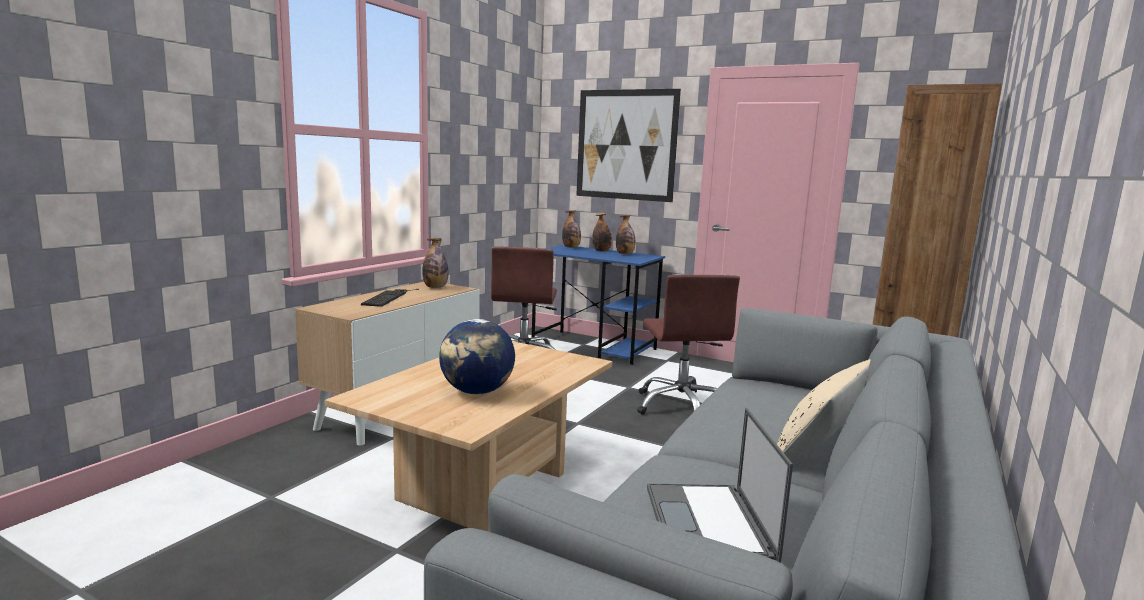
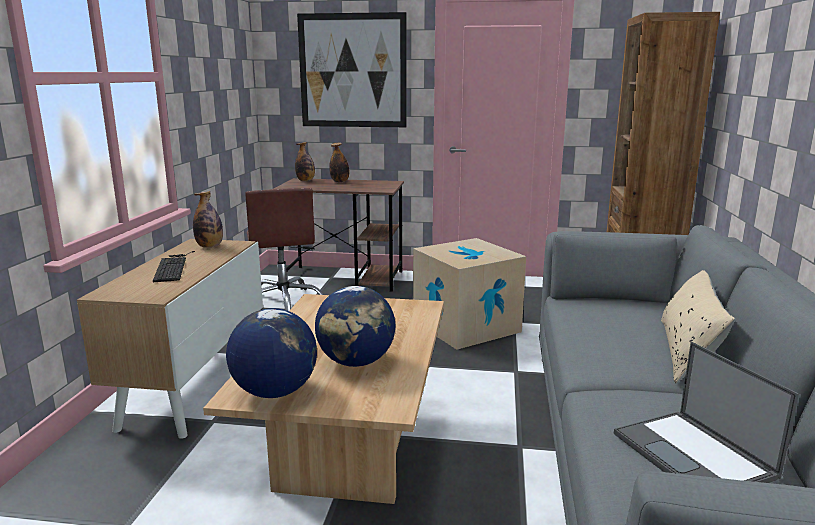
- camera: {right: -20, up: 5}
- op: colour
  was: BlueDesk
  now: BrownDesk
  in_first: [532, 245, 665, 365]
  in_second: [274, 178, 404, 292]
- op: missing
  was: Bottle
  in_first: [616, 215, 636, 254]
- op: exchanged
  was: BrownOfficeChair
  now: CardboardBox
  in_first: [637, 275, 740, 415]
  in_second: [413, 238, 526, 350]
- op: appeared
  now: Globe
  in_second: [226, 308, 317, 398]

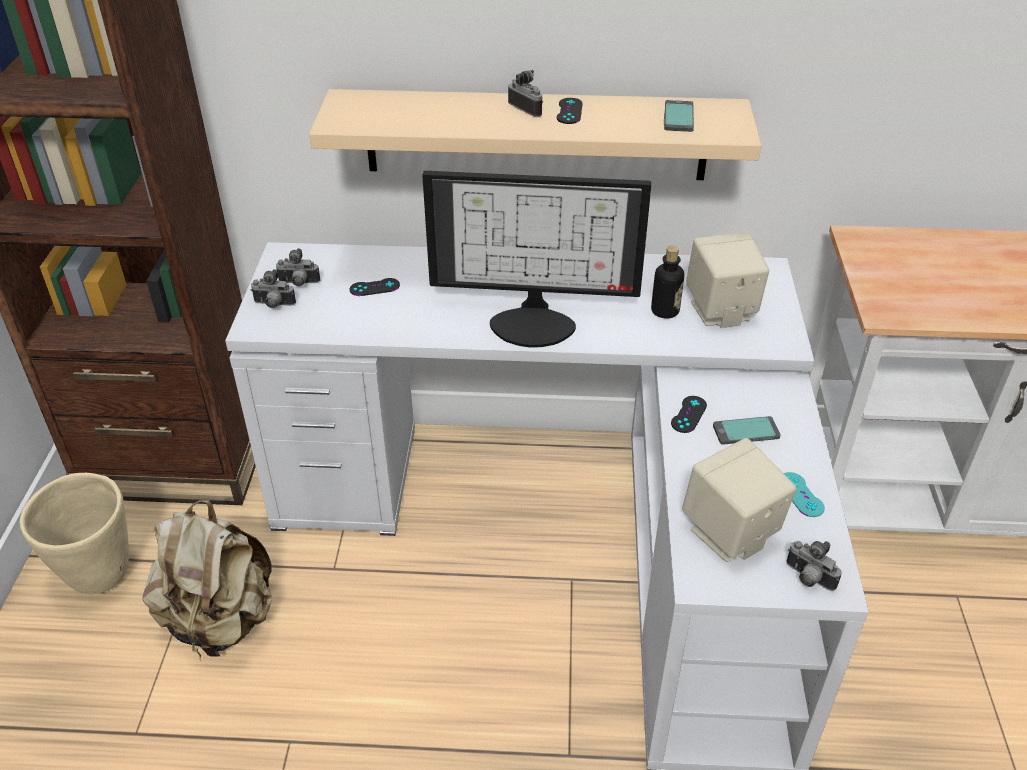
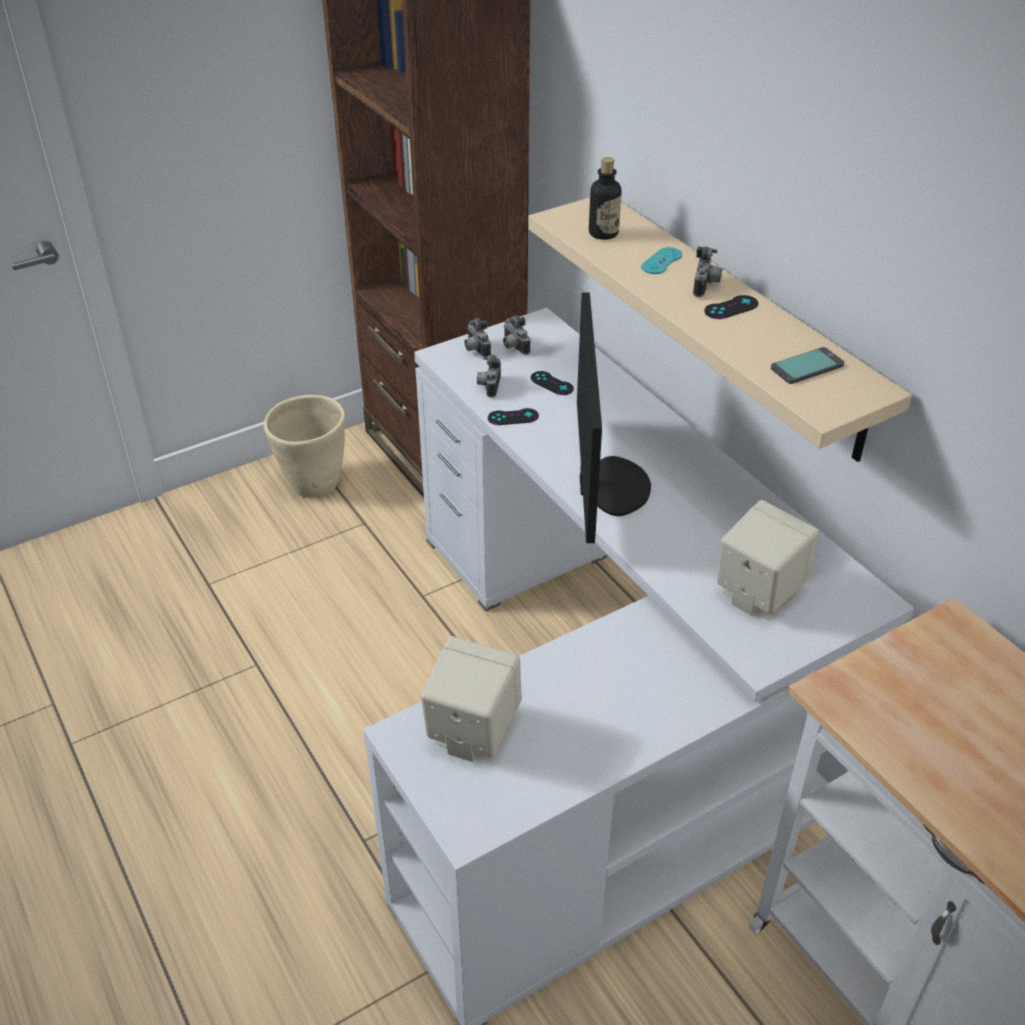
- camera: {right: 55, up: 0}
- op: missing
  was: BeigeBackpack
  in_first: [142, 500, 272, 659]
- op: spun
  was: Monitor
  in_first: [422, 171, 651, 348]
  in_second: [577, 292, 651, 543]
  clockwise: -150
- op: relocated
  was: Bottle
  in_first: [651, 246, 684, 318]
  in_second: [589, 157, 621, 240]
- op: relocated
  was: BlackGameController
  in_first: [671, 396, 707, 433]
  in_second: [488, 408, 539, 425]
- op: missing
  was: Phone
  in_first: [713, 416, 781, 445]
- op: relocated
  was: TurquoiseGameController
  in_first: [784, 472, 825, 517]
  in_second: [641, 247, 682, 274]
- op: relocated
  was: PhotoCamera
  in_first: [786, 541, 842, 591]
  in_second: [477, 355, 501, 398]

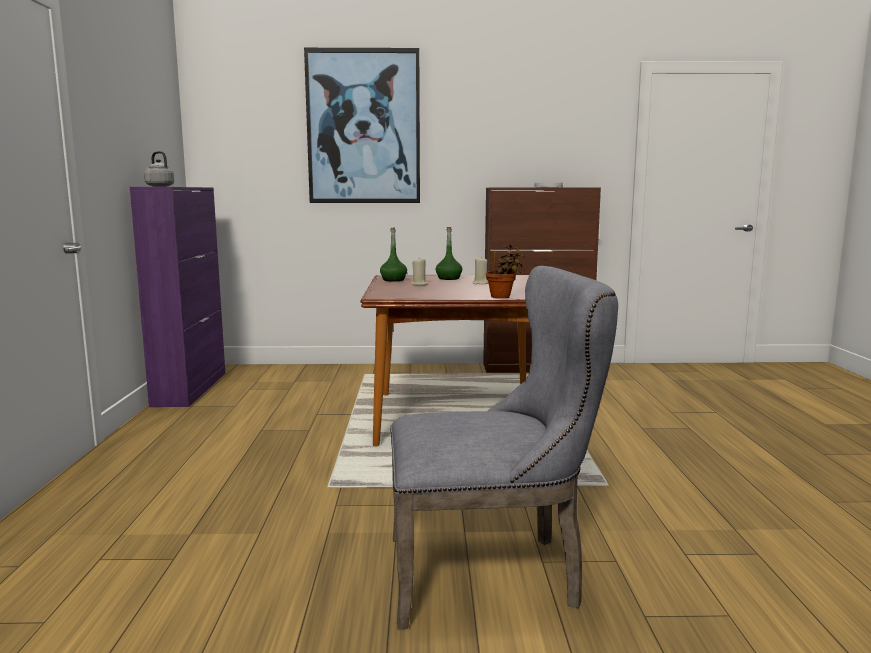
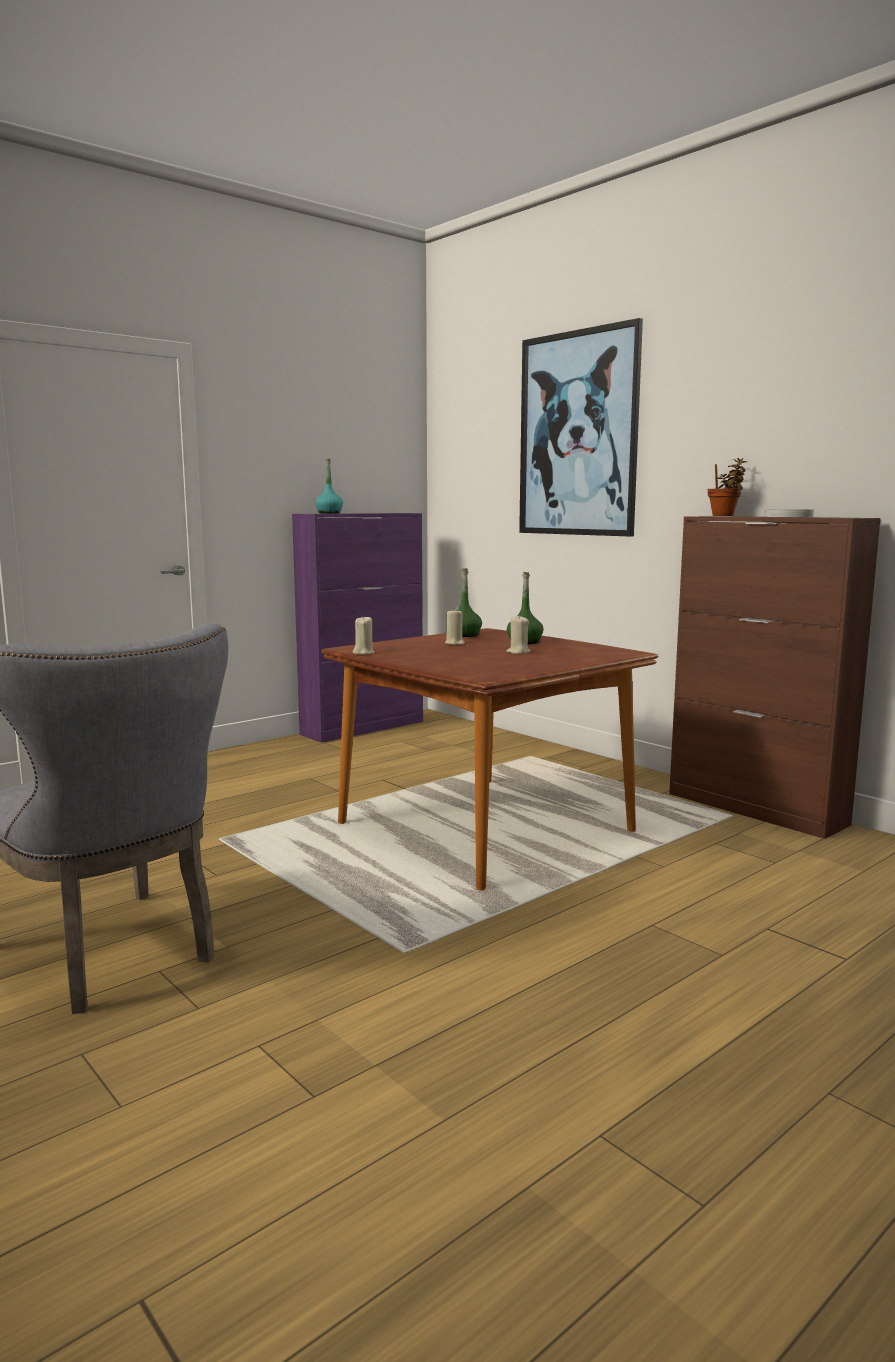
- camera: {right: 50, up: 0}
- op: exchanged
  was: GreyKettle
  now: TurquoiseBottle
  in_first: [144, 151, 174, 187]
  in_second: [315, 459, 343, 513]
- op: relocated
  was: PottedPlant
  in_first: [486, 245, 525, 299]
  in_second: [708, 458, 747, 516]
- op: appeared
  now: BeigeCandle
  in_second: [353, 617, 375, 655]

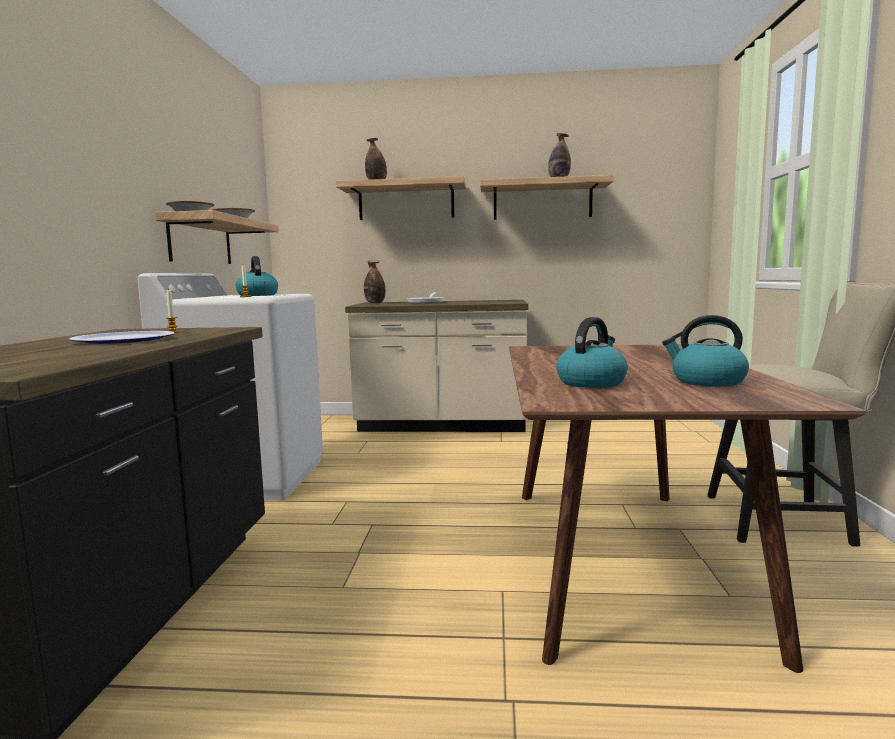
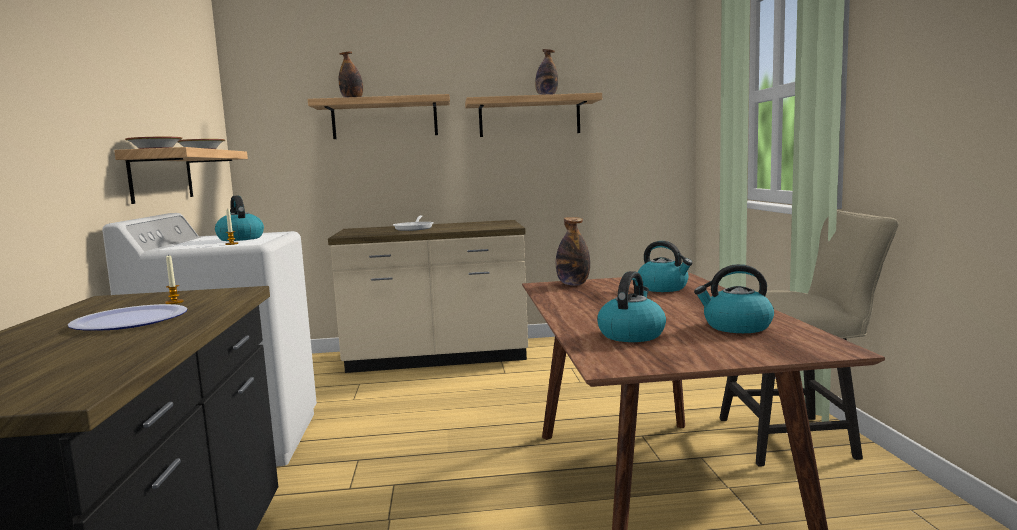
- camera: {right: -10, up: 0}
- op: relocated
  was: Bottle
  in_first: [364, 261, 386, 303]
  in_second: [556, 217, 590, 286]
- op: appeared
  now: Kettle
  in_second: [638, 241, 693, 292]

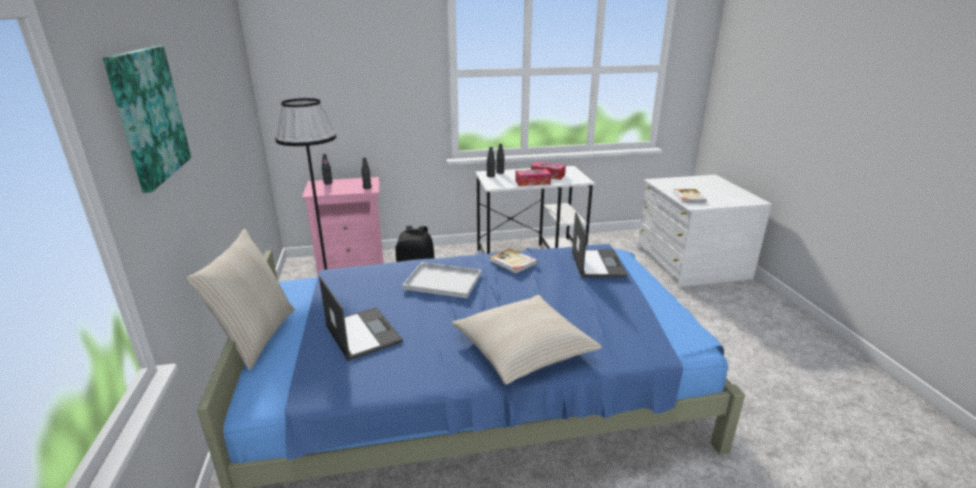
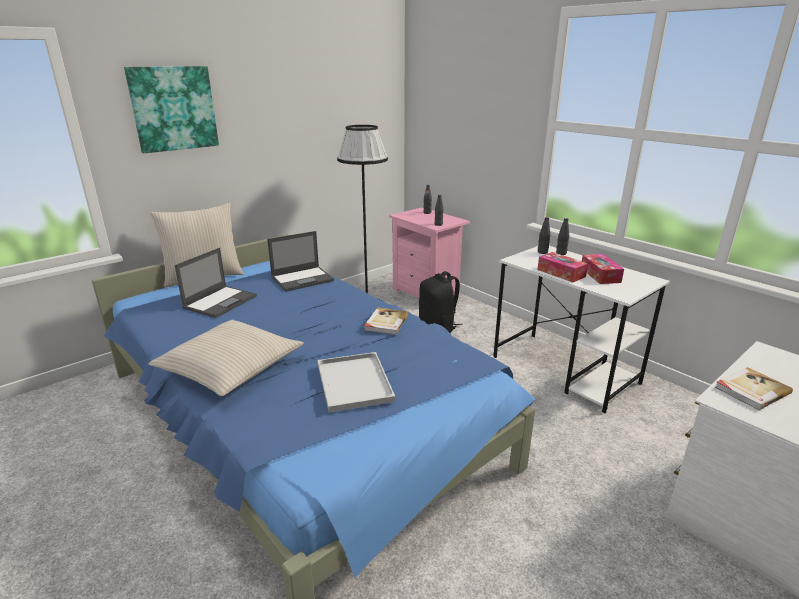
- camera: {right: 60, up: 0}
- op: relocated
  was: WhiteTray
  in_first: [402, 262, 481, 298]
  in_second: [318, 352, 395, 412]
- op: relocated
  was: Laptop
  in_first: [572, 212, 628, 278]
  in_second: [267, 231, 334, 292]

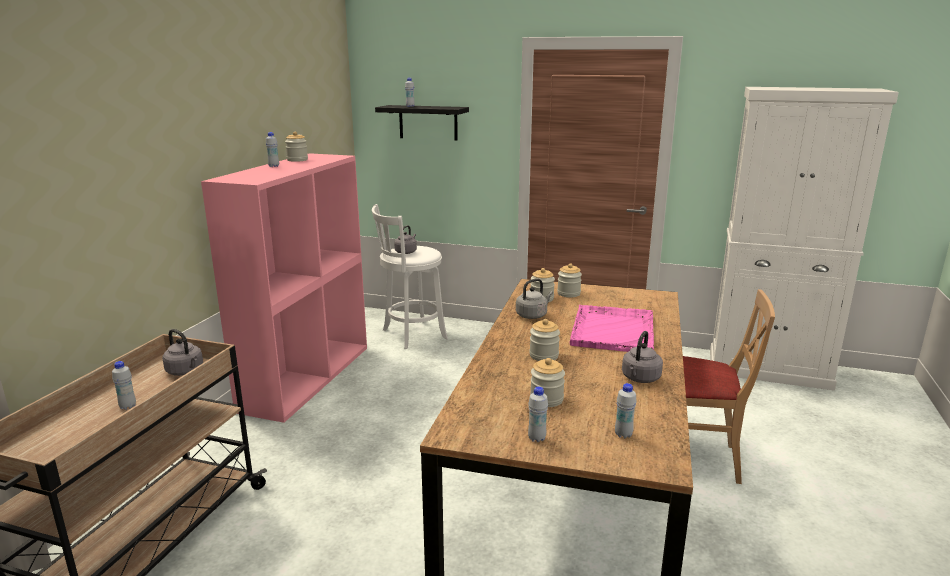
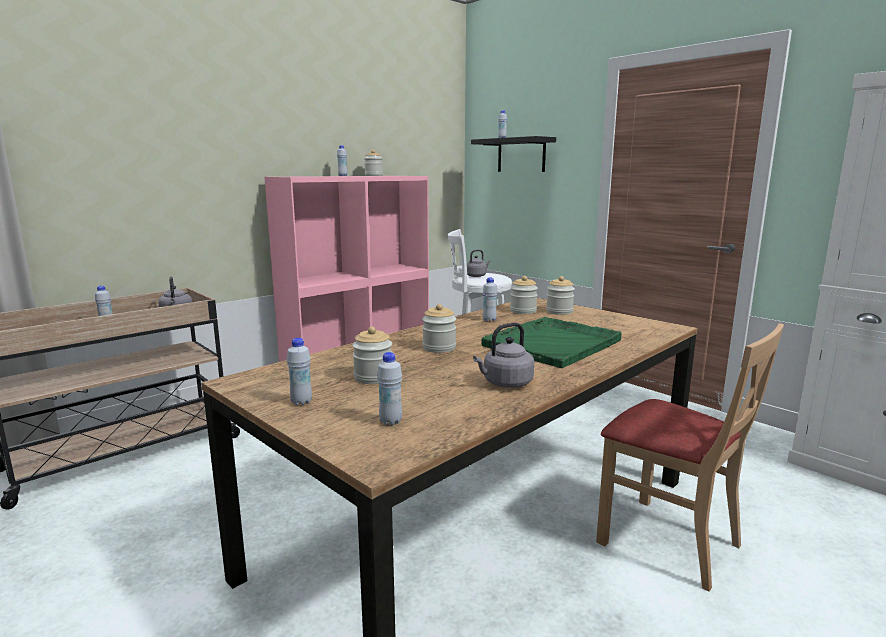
- camera: {right: 30, up: -5}
- op: exchanged
  was: GreyKettle
  now: WhiteBottle
  in_first: [516, 278, 553, 319]
  in_second: [483, 277, 498, 322]
- op: colour
  was: PinkTray
  now: GreenTray
  in_first: [570, 305, 654, 352]
  in_second: [482, 317, 621, 368]

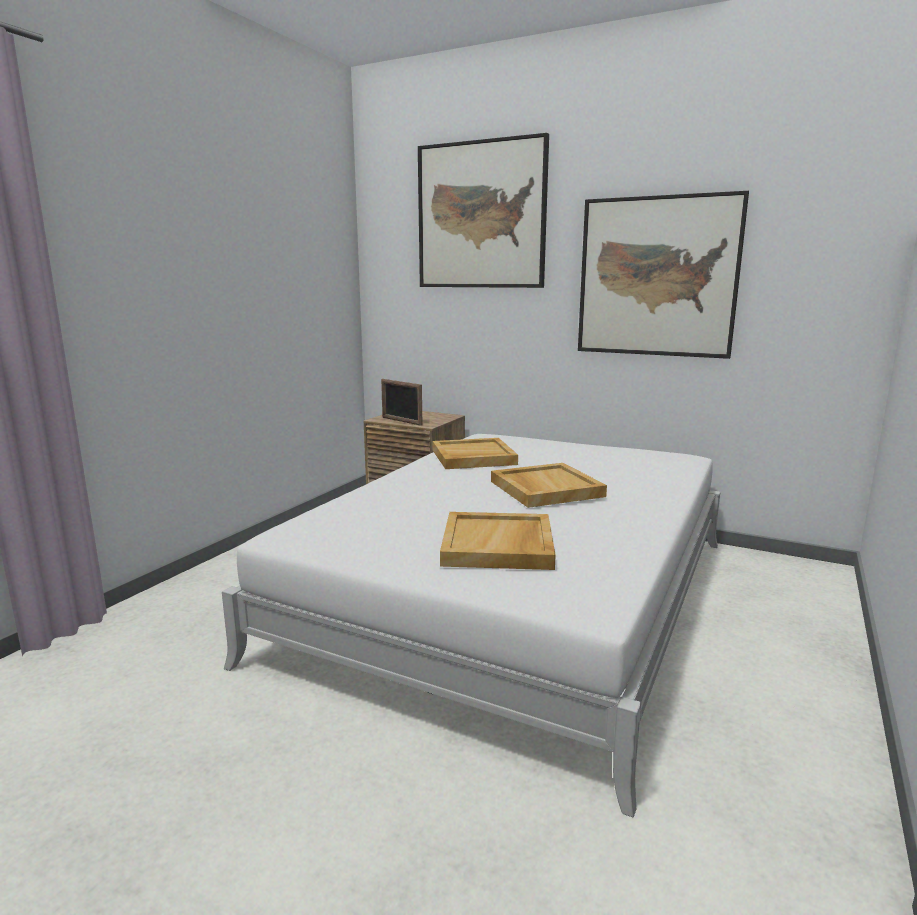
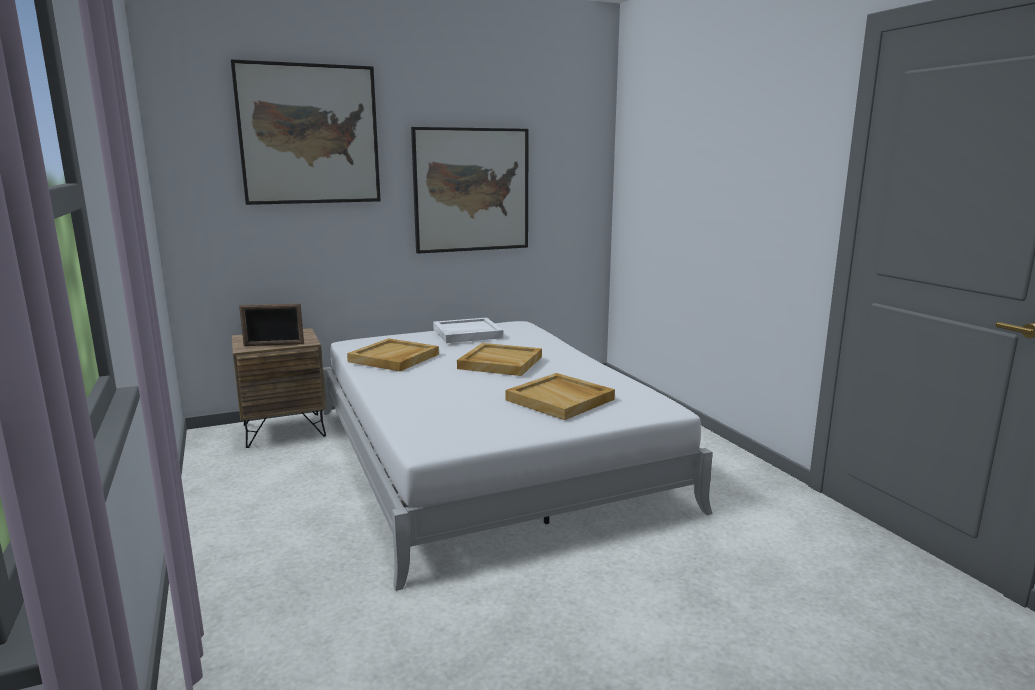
- camera: {right: -50, up: 0}
- op: appeared
  now: WhiteTray
  in_second: [433, 318, 504, 343]

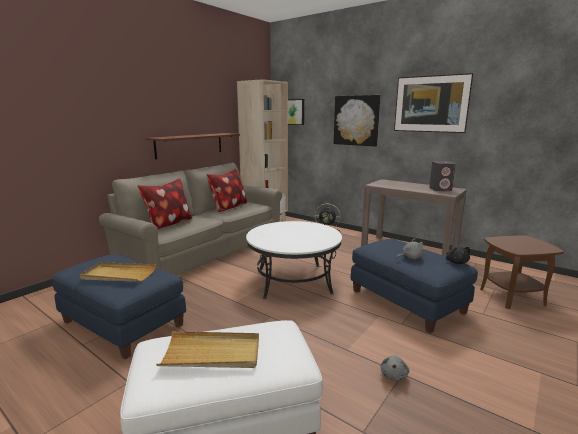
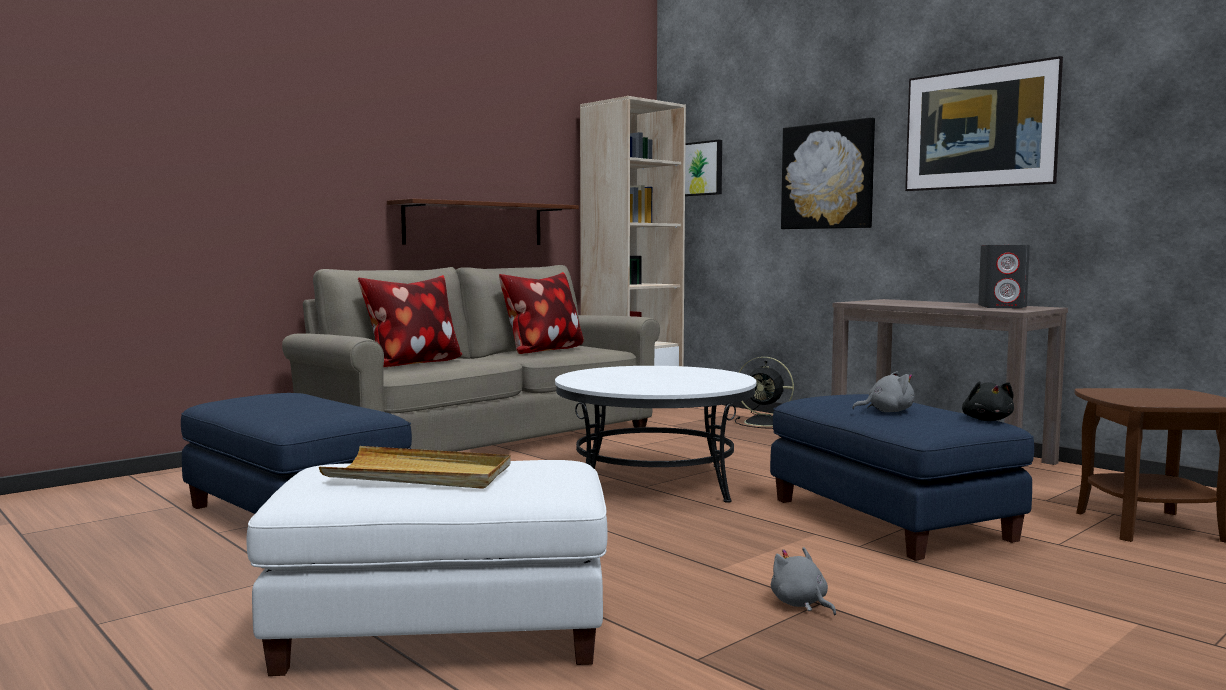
- camera: {right: 10, up: -10}
- op: missing
  was: BeigeTray
  in_first: [80, 262, 156, 282]
- op: spun
  was: GreyPlushToy
  in_first: [380, 356, 409, 381]
  in_second: [771, 547, 836, 615]
  clockwise: 120

